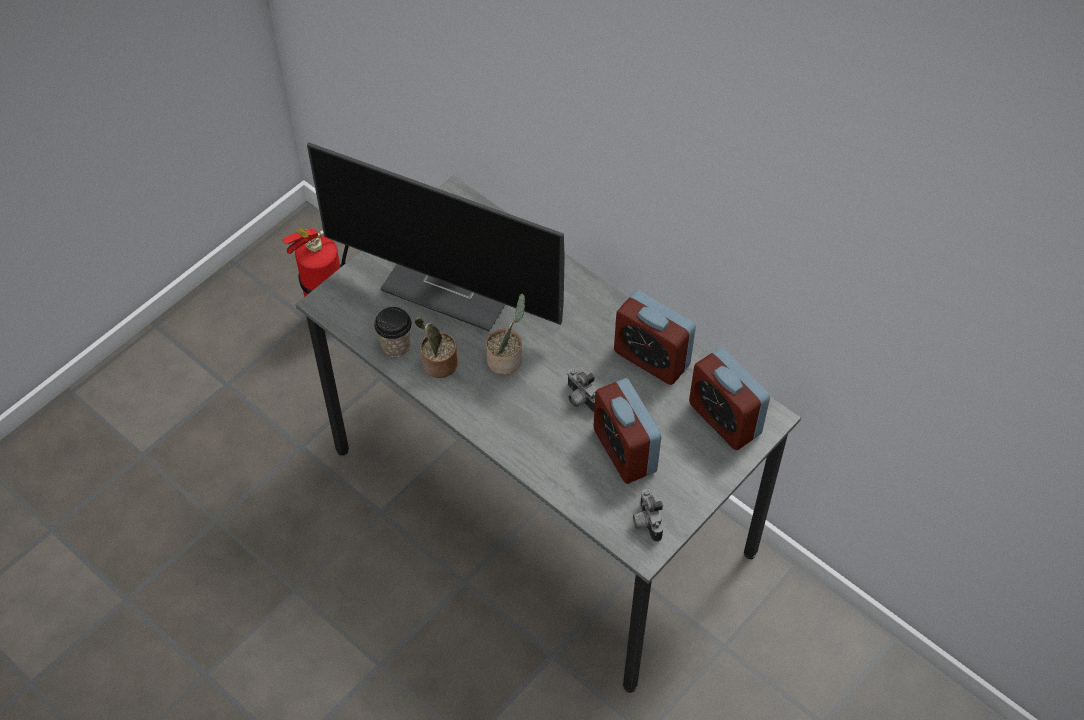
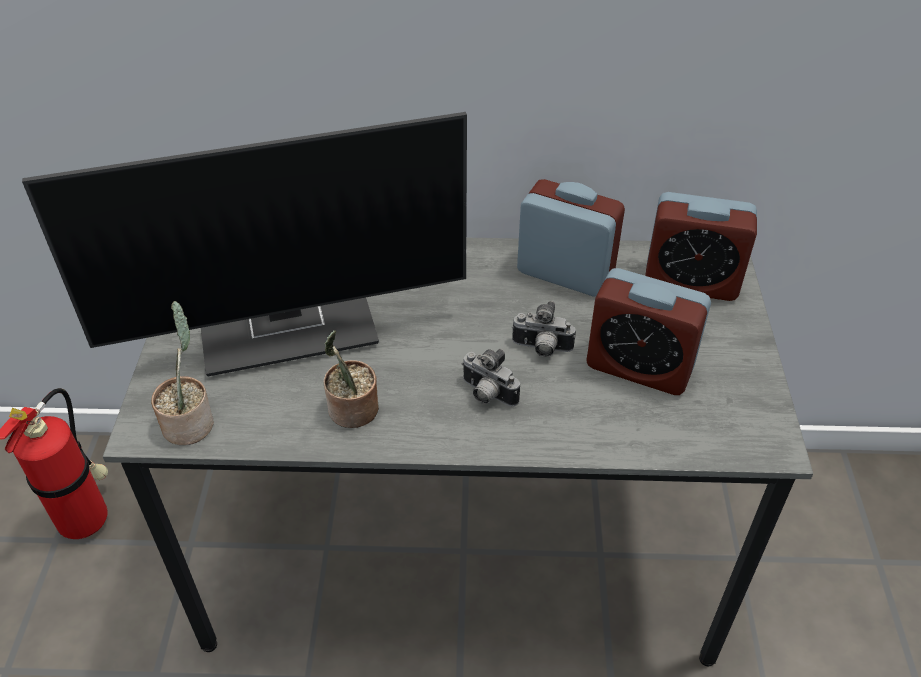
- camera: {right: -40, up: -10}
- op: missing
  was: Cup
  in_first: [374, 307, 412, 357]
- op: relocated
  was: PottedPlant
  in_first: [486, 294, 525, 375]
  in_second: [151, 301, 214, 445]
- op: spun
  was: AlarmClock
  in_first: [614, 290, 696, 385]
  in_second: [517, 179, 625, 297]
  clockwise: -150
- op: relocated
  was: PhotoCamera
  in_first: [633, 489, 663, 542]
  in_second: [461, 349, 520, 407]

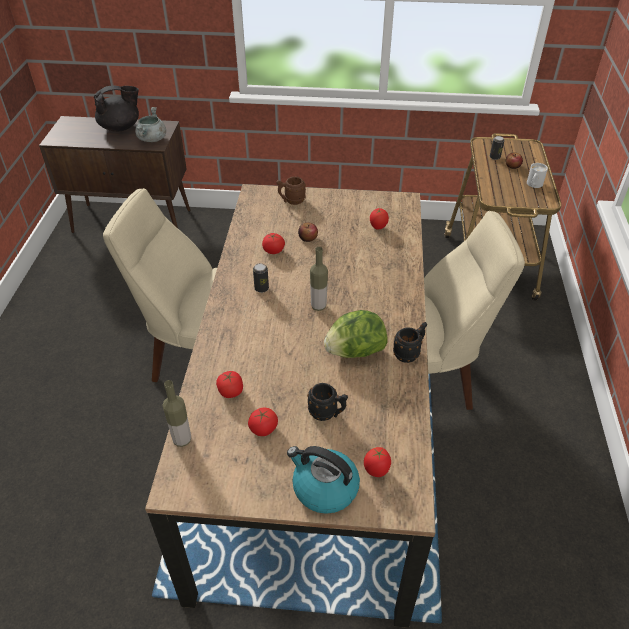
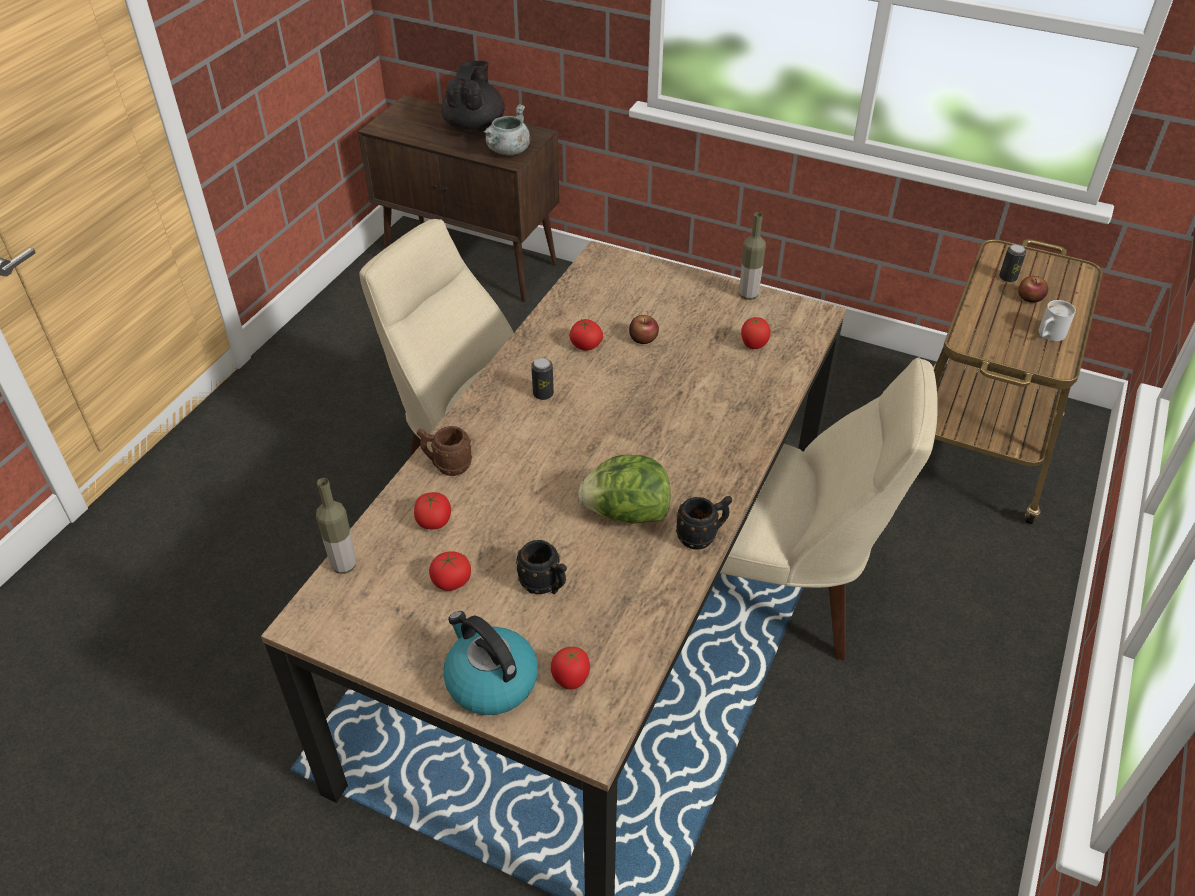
- camera: {right: 20, up: 0}
- op: spun
  was: BlackTeapot
  in_first: [94, 86, 139, 132]
  in_second: [441, 61, 505, 133]
  clockwise: -75
- op: relocated
  was: BrownMug
  in_first: [276, 177, 306, 205]
  in_second: [417, 426, 472, 476]
- op: relocated
  was: Bottle
  in_first: [310, 247, 328, 311]
  in_second: [739, 212, 766, 300]

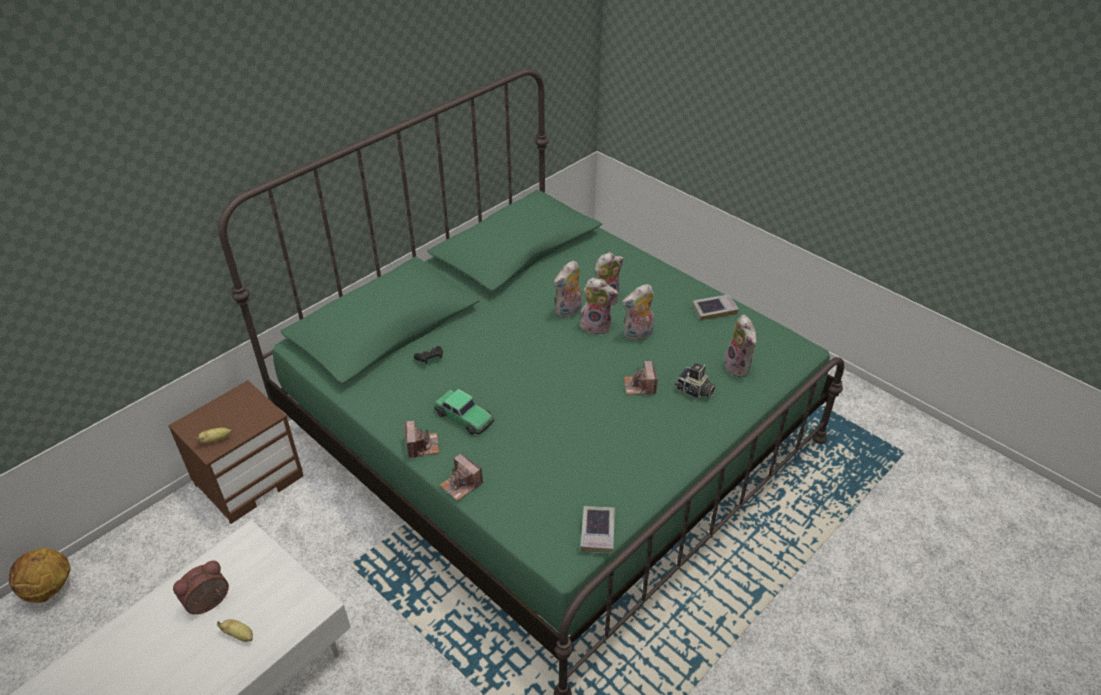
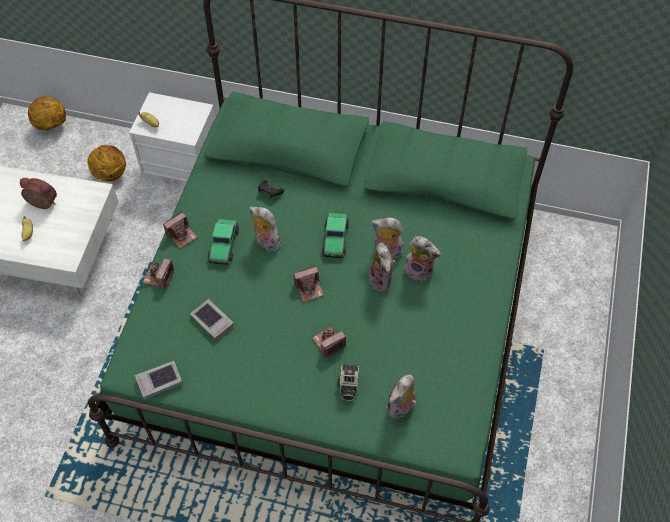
- camera: {right: 60, up: 15}
- op: colour
  was: BrownNightstand
  now: WhiteNightstand
  in_first: [168, 380, 303, 524]
  in_second: [129, 92, 215, 186]
- op: relocated
  was: PlushToy
  in_first: [622, 284, 654, 341]
  in_second: [249, 207, 281, 251]
- op: relocated
  was: Book
  in_first: [692, 294, 739, 320]
  in_second: [190, 299, 234, 341]
- op: appeared
  now: Basketball
  in_second: [87, 145, 126, 182]
- op: appeared
  now: PhotoCamera
  in_second: [293, 265, 324, 302]
- op: appeared
  now: ToyCar
  in_second: [322, 213, 349, 258]

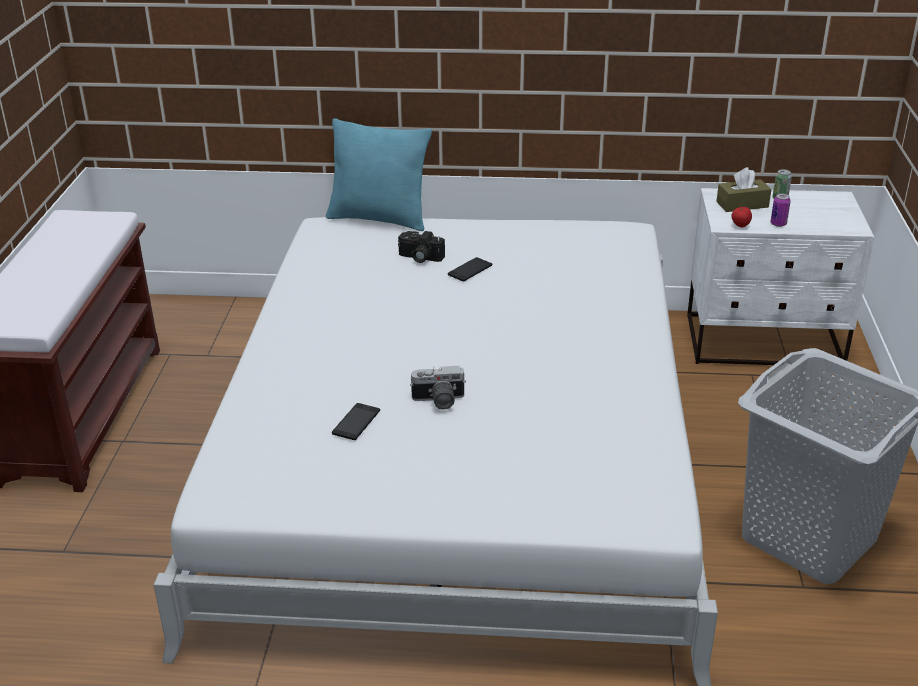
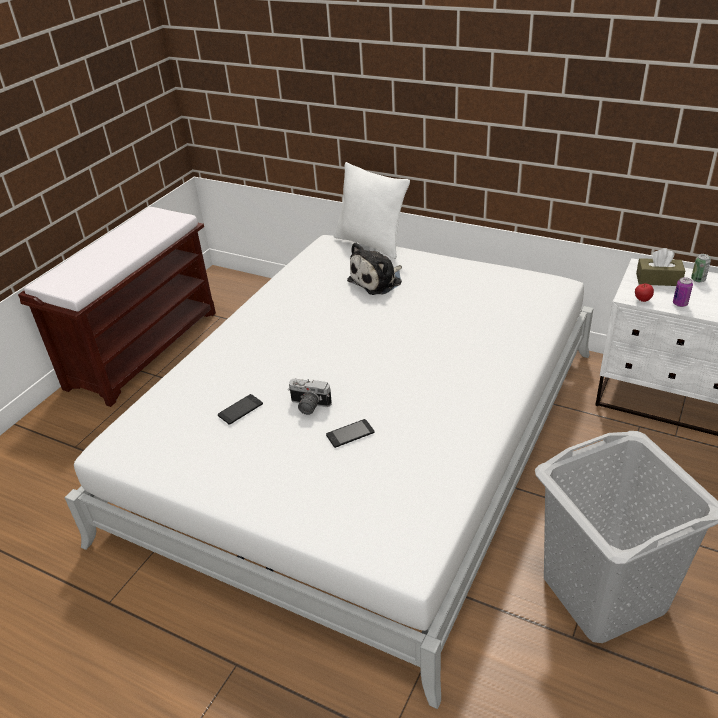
- camera: {right: 25, up: 5}
- op: colour
  was: TurquoisePillow
  now: WhitePillow
  in_first: [326, 118, 432, 231]
  in_second: [334, 162, 410, 259]
- op: exchanged
  was: PhotoCamera
  now: PlushToy
  in_first: [398, 231, 445, 263]
  in_second: [347, 242, 402, 295]
- op: relocated
  was: Phone
  in_first: [448, 257, 492, 281]
  in_second: [326, 419, 375, 448]

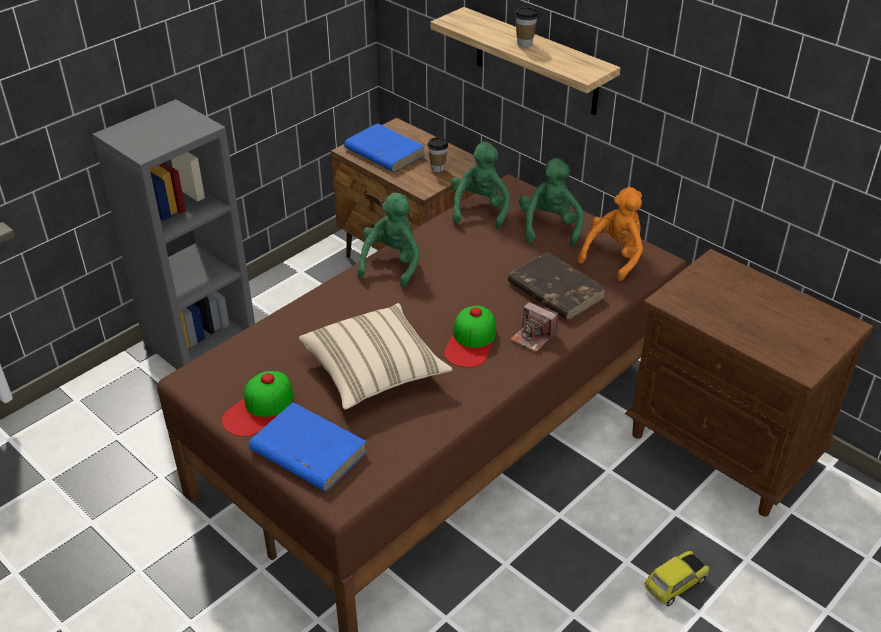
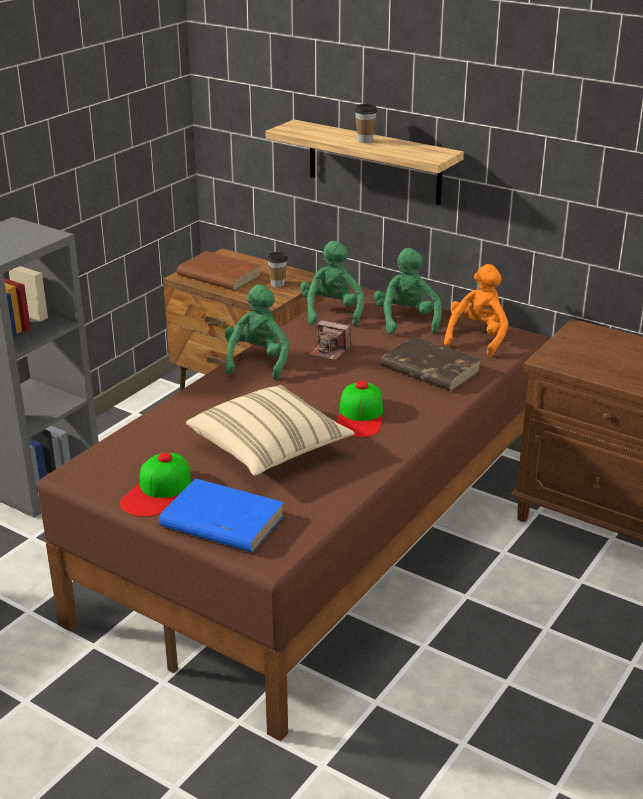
- camera: {right: -10, up: -10}
- op: colour
  was: BlueBook
  now: BrownBook
  in_first: [344, 123, 425, 172]
  in_second: [177, 251, 261, 291]
- op: relocated
  was: PhotoCamera
  in_first: [510, 302, 559, 352]
  in_second: [308, 320, 351, 361]
- op: missing
  was: ToyCar
  in_first: [643, 551, 709, 606]

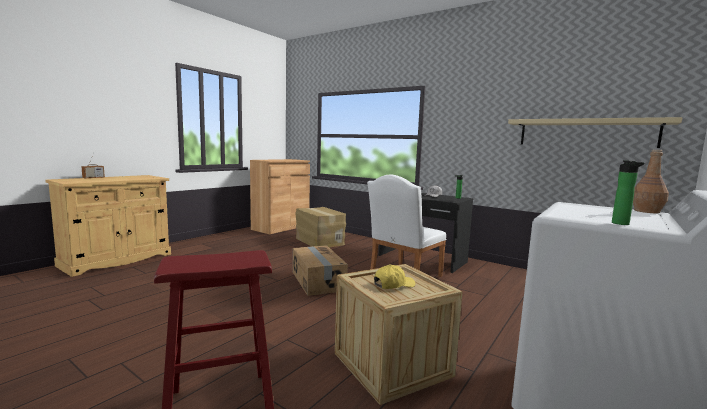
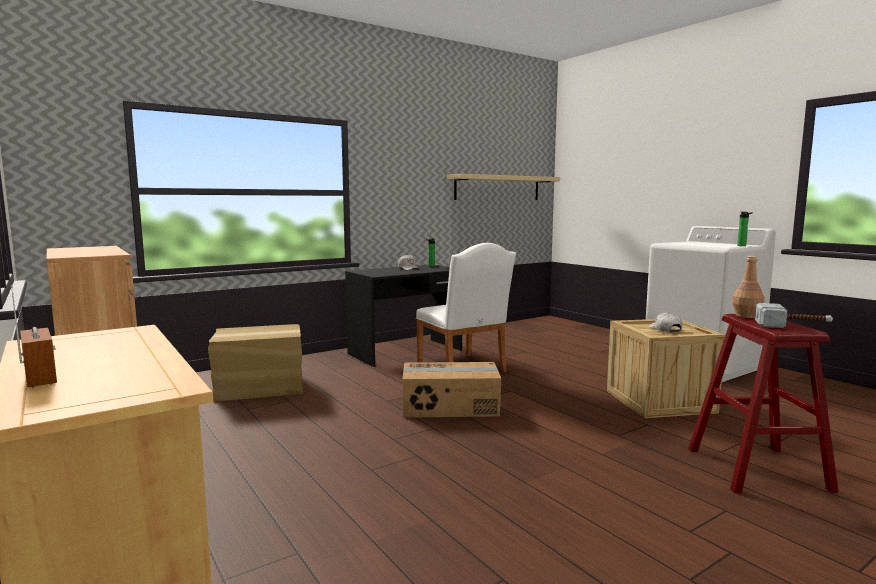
- camera: {right: -70, up: 0}
- op: colour
  was: YellowCap
  now: WhiteCap
  in_first: [374, 265, 415, 289]
  in_second: [649, 313, 682, 332]
- op: relocated
  was: BrownBottle
  in_first: [633, 150, 669, 213]
  in_second: [732, 256, 765, 318]
- op: appeared
  now: Hammer
  in_second: [755, 303, 833, 328]

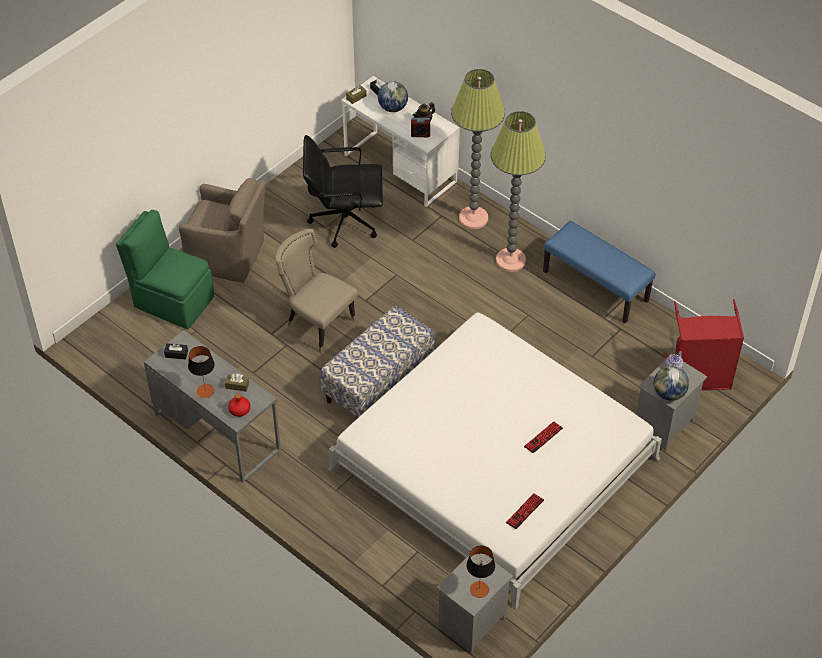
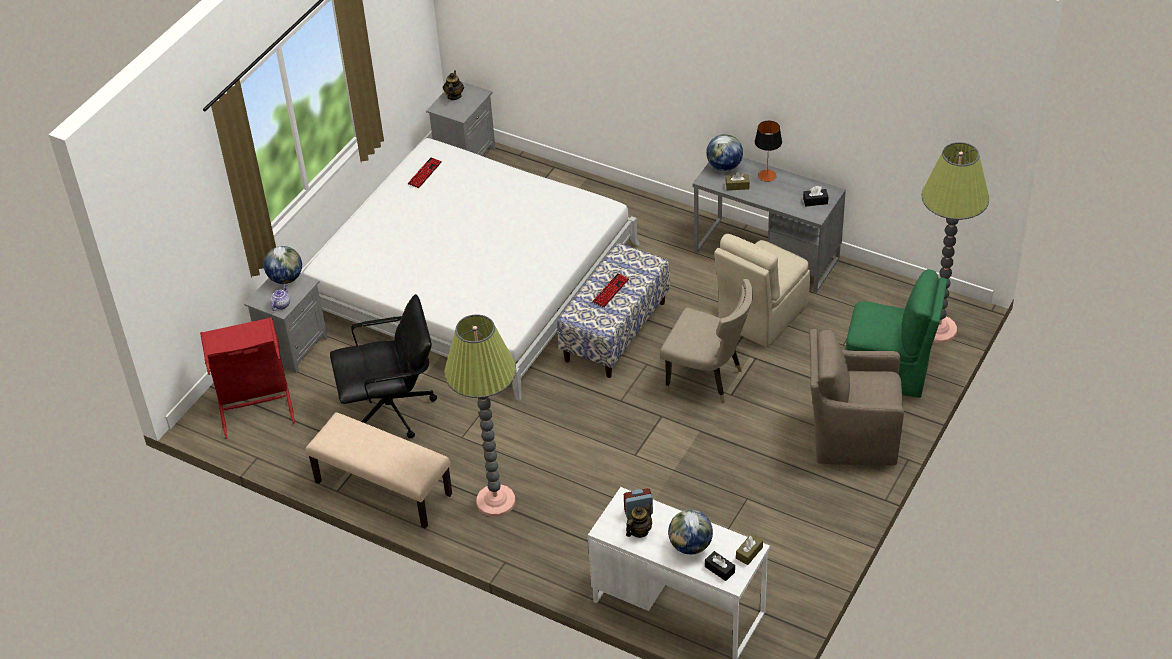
- camera: {right: 170, up: -5}
- op: exchanged
  was: RedBottle
  now: Globe
  in_first: [228, 393, 250, 417]
  in_second: [706, 134, 743, 171]
- op: relocated
  was: BlackOfficeChair
  in_first: [303, 135, 383, 248]
  in_second: [330, 294, 437, 439]
- op: relocated
  was: FloorLamp
  in_first: [451, 69, 505, 229]
  in_second: [922, 142, 989, 343]
- op: exchanged
  was: TableLamp
  now: Teapot
  in_first: [466, 546, 495, 598]
  in_second: [443, 71, 464, 100]
- op: relocated
  was: Keyboard
  in_first: [524, 421, 563, 453]
  in_second: [592, 273, 629, 308]
- op: colour
  was: BlueBench
  now: BeigeBench
  in_first: [543, 221, 656, 323]
  in_second: [305, 412, 452, 529]
- op: appeared
  now: BeigeChair
  in_second: [714, 234, 810, 347]

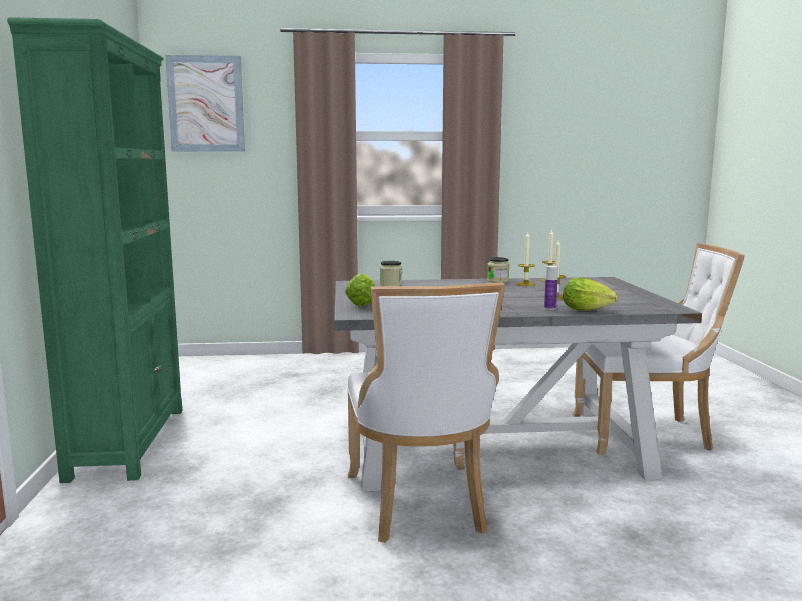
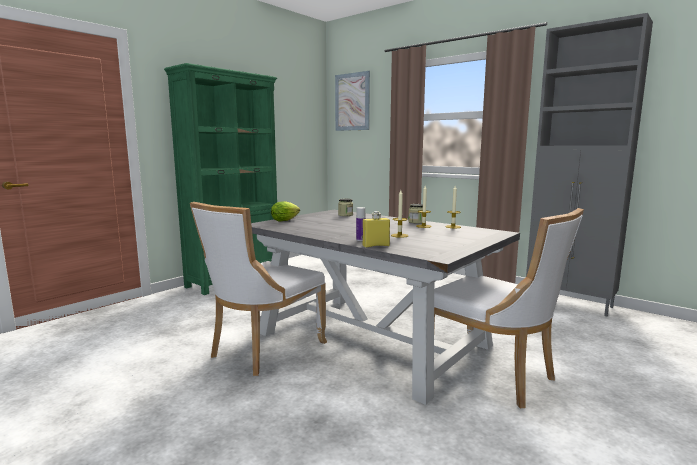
- camera: {right: 45, up: 0}
- op: exchanged
  was: Lettuce
  now: YellowBottle
  in_first: [563, 278, 618, 311]
  in_second: [363, 211, 390, 248]
- op: appeared
  now: GreyCabinet
  in_second: [526, 13, 653, 316]

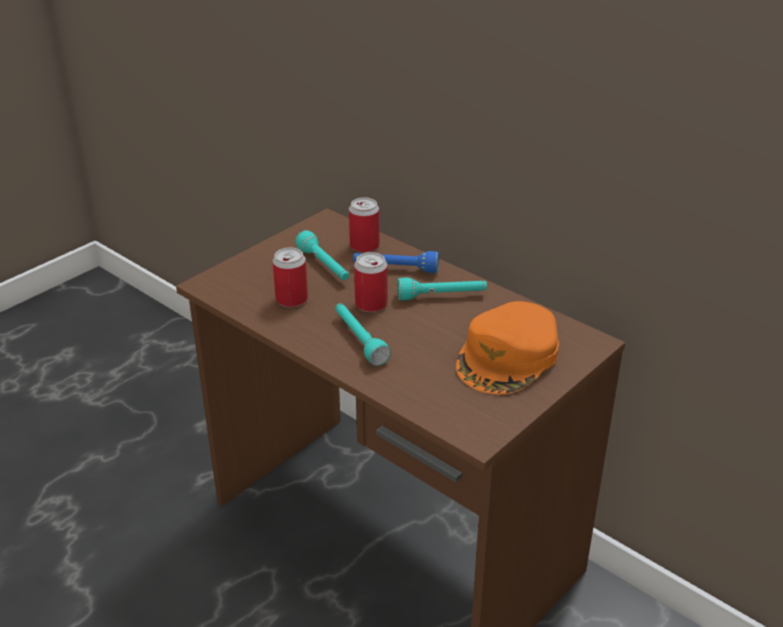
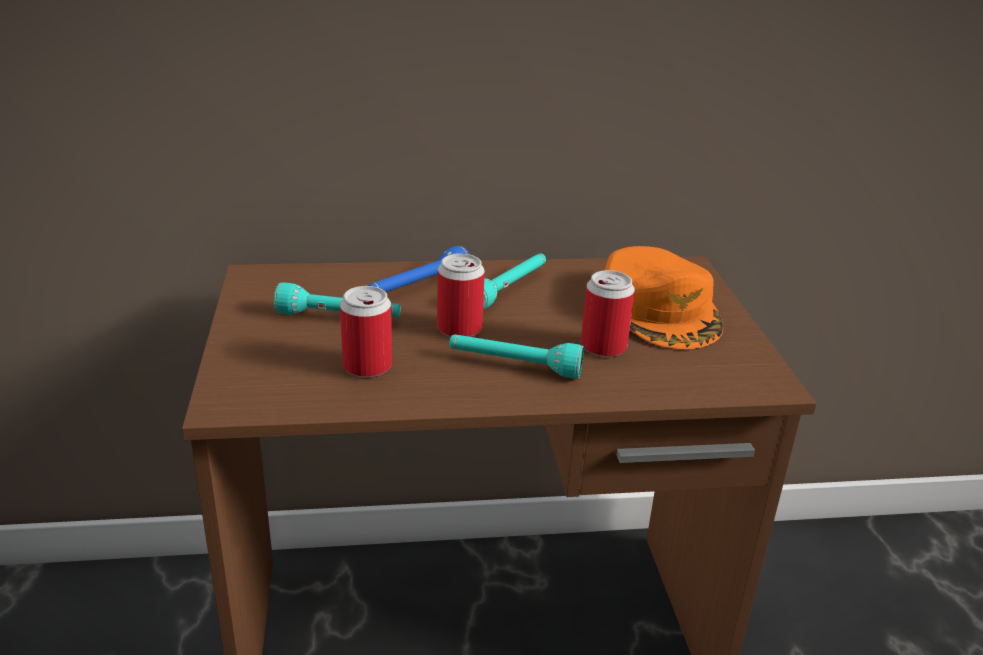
- camera: {right: -50, up: -5}
- op: relocated
  was: Can
  in_first: [349, 197, 380, 253]
  in_second: [581, 270, 635, 357]

